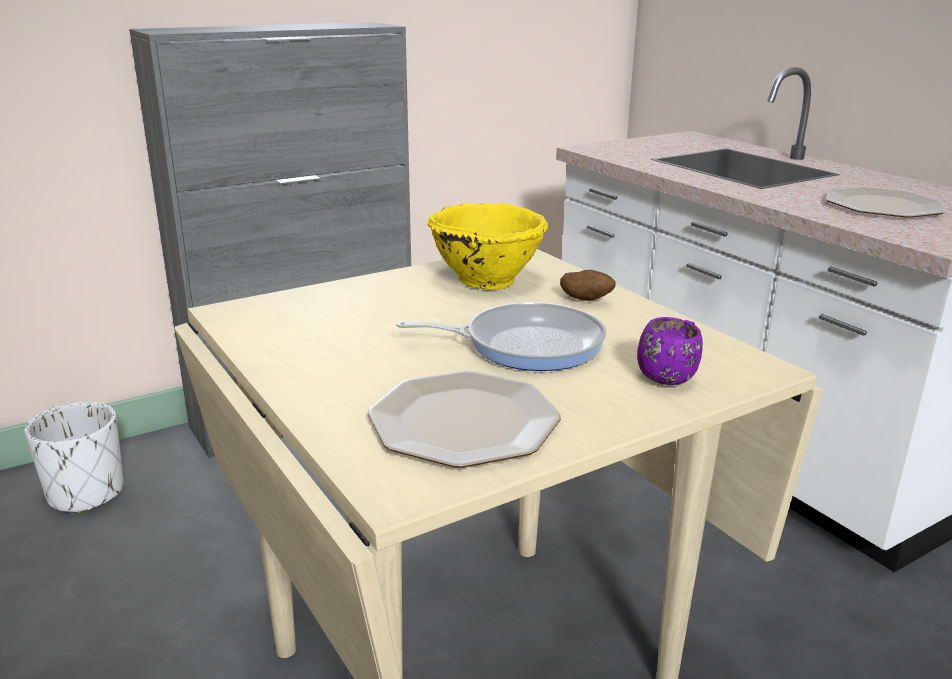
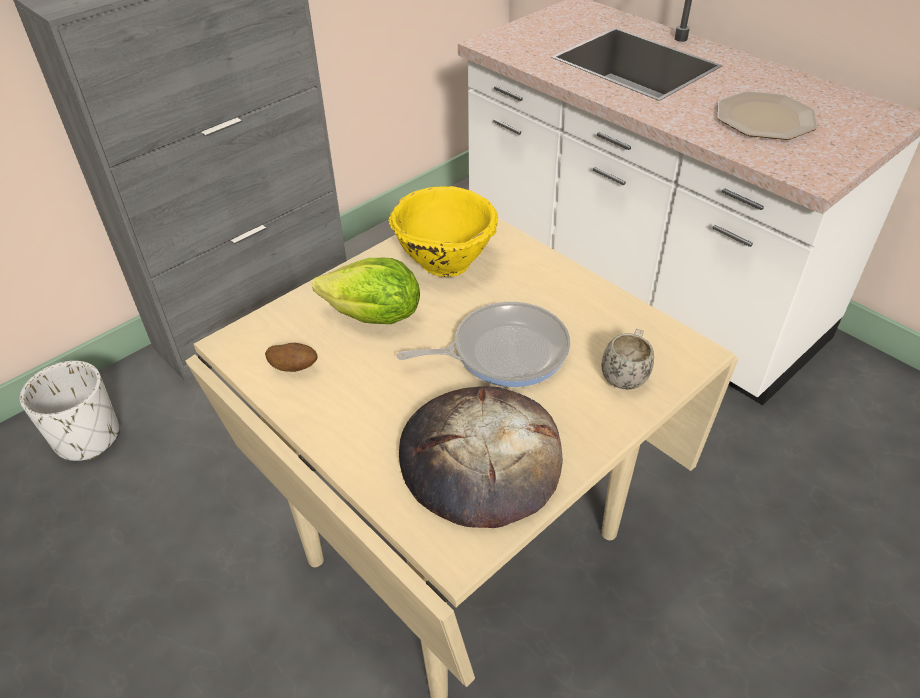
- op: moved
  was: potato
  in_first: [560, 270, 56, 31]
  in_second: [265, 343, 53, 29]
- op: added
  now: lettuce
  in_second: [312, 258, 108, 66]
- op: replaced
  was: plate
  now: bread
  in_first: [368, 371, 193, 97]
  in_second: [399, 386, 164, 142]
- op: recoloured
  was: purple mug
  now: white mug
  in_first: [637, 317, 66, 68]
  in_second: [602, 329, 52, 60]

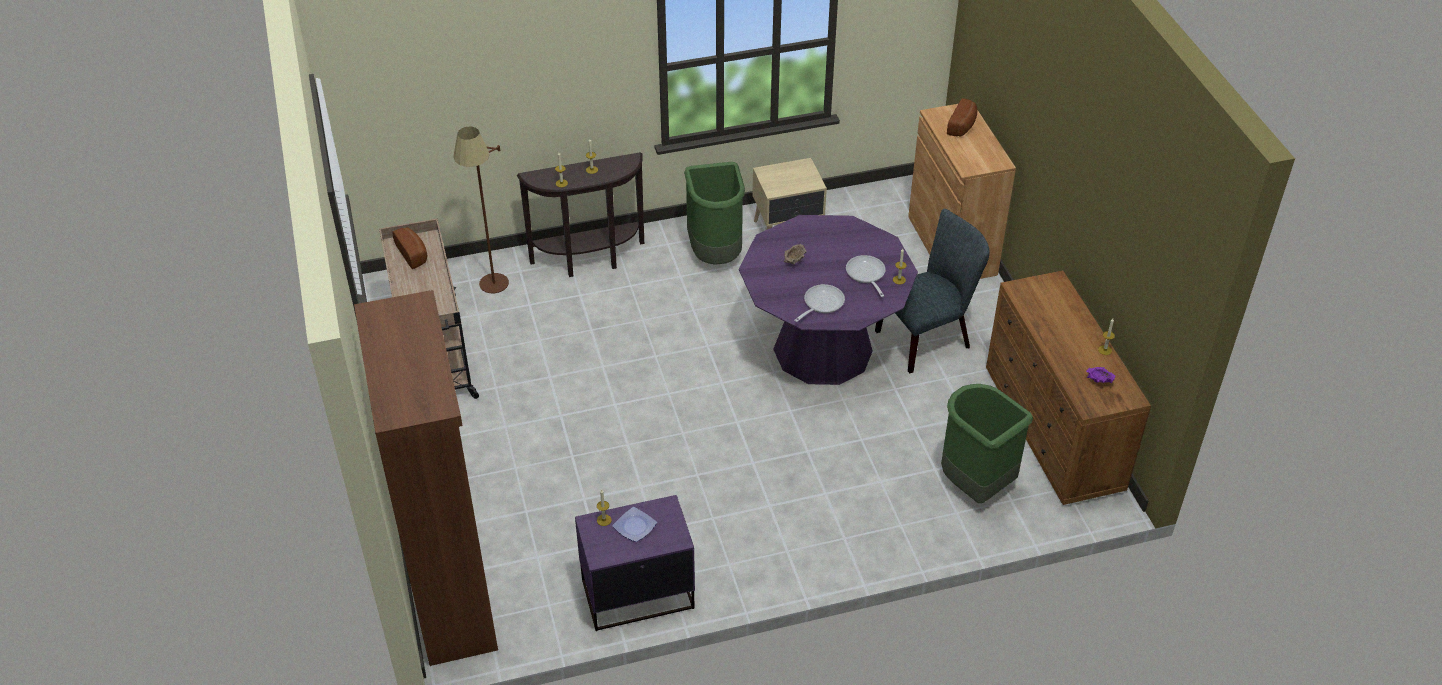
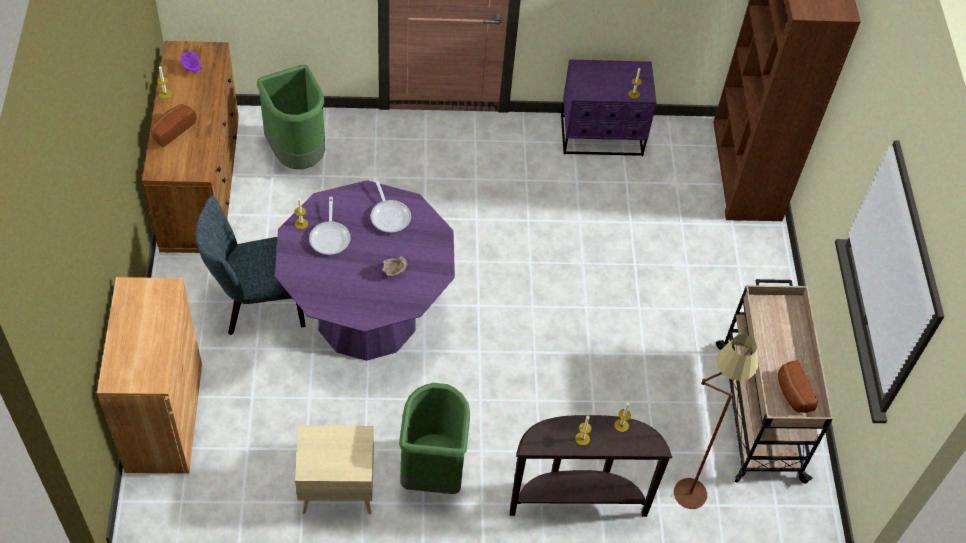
- op: moved
  was: bread
  in_first: [947, 98, 31, 38]
  in_second: [150, 104, 47, 43]
- op: turned
  was: frying pan
  in_first: [794, 284, 51, 38]
  in_second: [371, 178, 40, 55]
  clockwise: -75
- op: removed
  was: plate
  in_first: [612, 507, 45, 35]

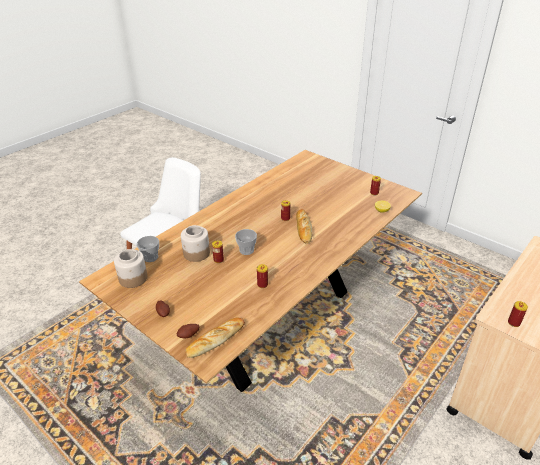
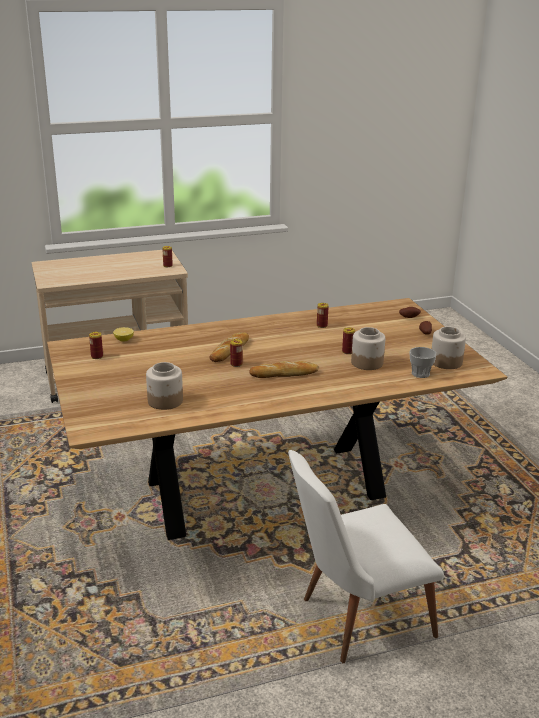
- op: added
  now: jar
  in_second: [146, 362, 37, 48]
- op: moved
  was: bread
  in_first: [185, 317, 60, 41]
  in_second: [249, 361, 70, 17]
- op: removed
  was: cup
  in_first: [235, 229, 22, 26]

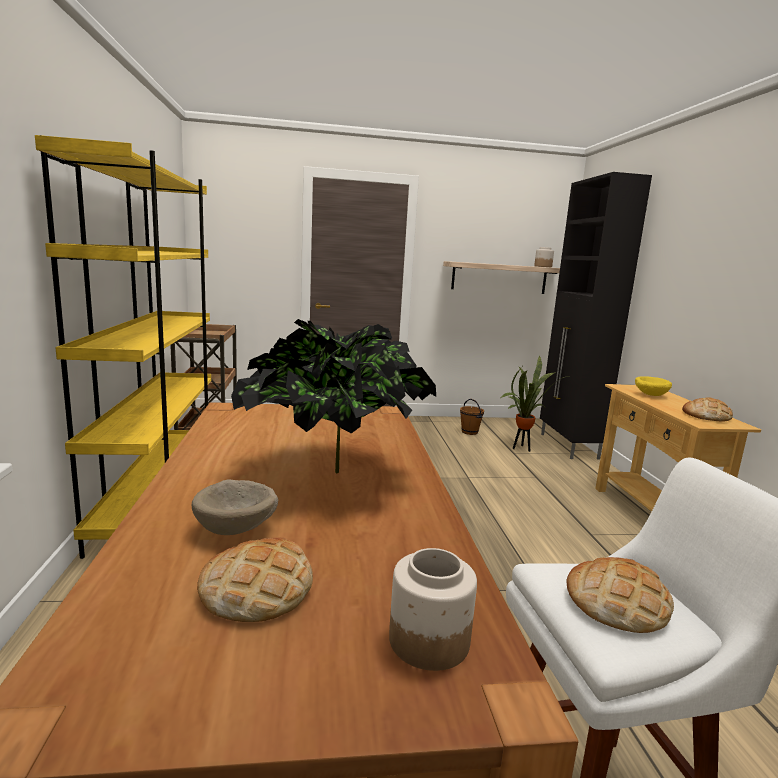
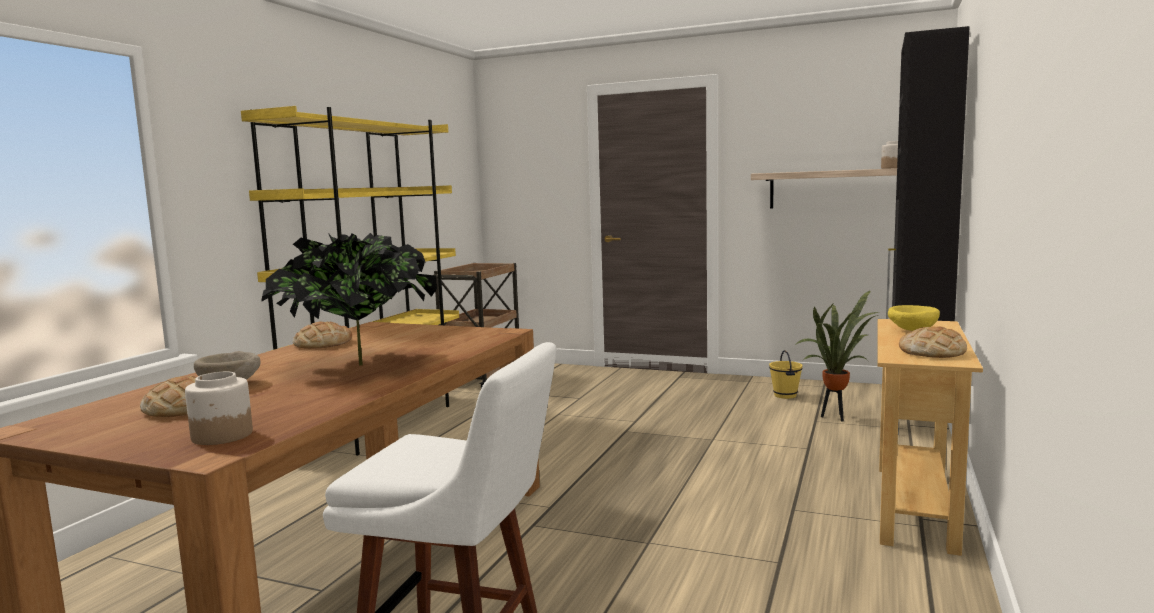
- op: moved
  was: bread
  in_first: [567, 557, 107, 76]
  in_second: [293, 322, 59, 27]
- op: recoloured
  was: brown bucket
  now: yellow bucket
  in_first: [460, 399, 24, 36]
  in_second: [769, 350, 34, 49]

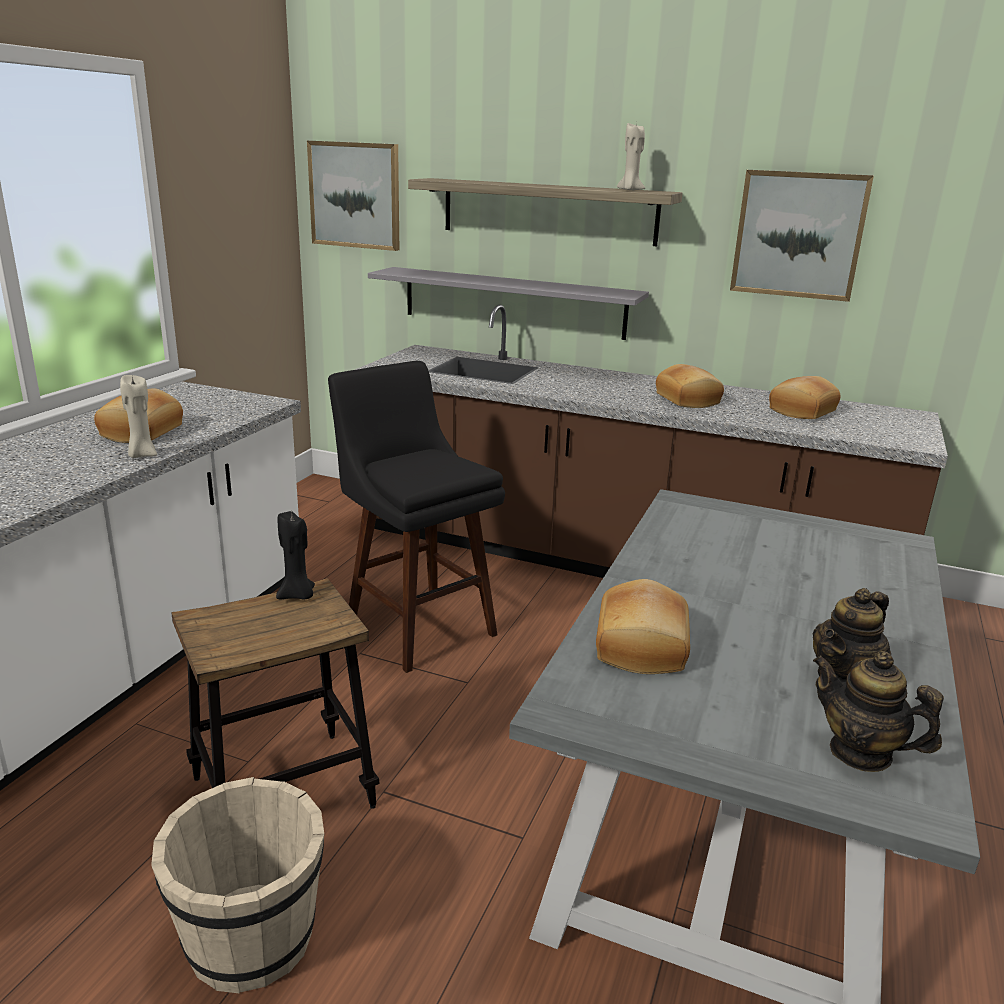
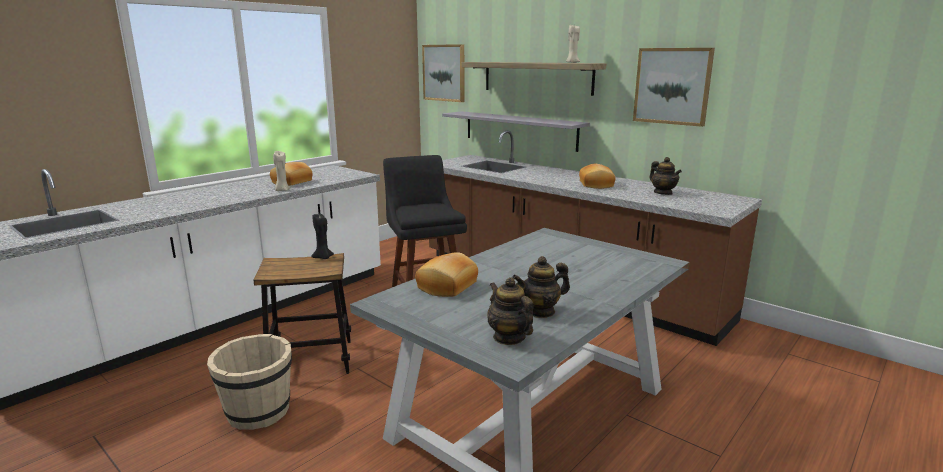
- op: replaced
  was: bread
  now: teapot
  in_first: [769, 376, 72, 43]
  in_second: [649, 157, 33, 38]

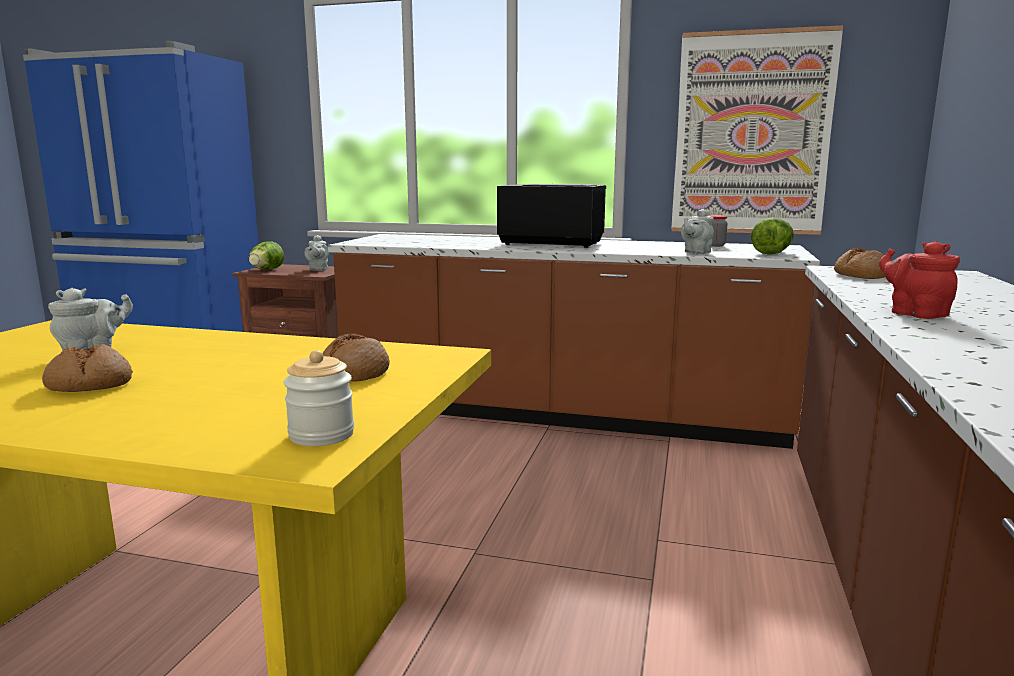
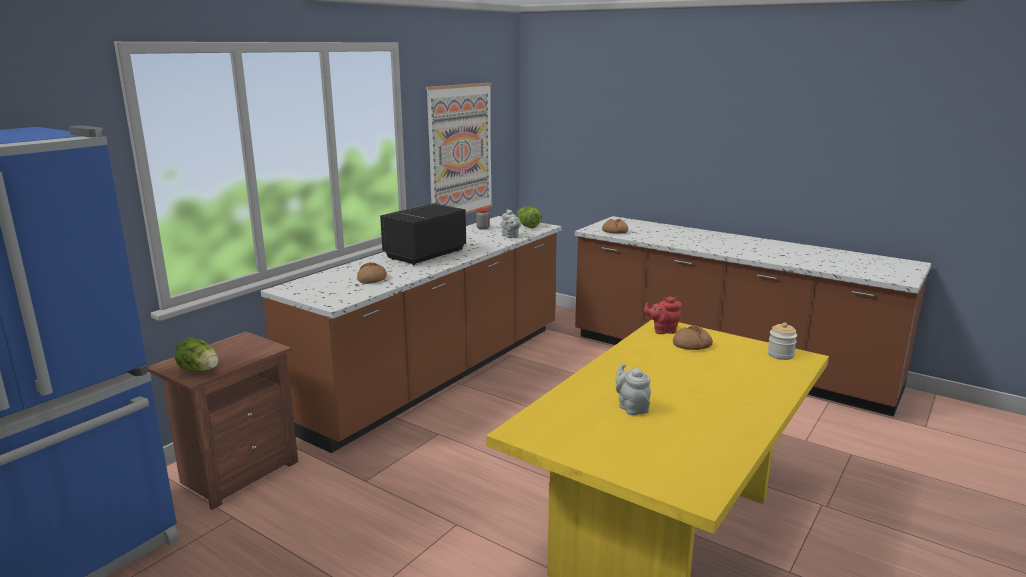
- op: moved
  was: bread
  in_first: [42, 344, 91, 48]
  in_second: [357, 262, 30, 22]
- op: moved
  was: red teapot
  in_first: [879, 241, 81, 78]
  in_second: [644, 296, 38, 38]
- op: removed
  was: grey teapot
  in_first: [304, 235, 25, 36]

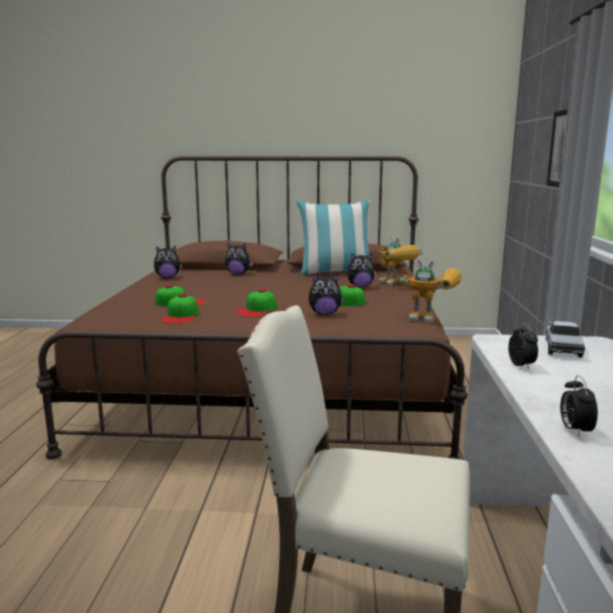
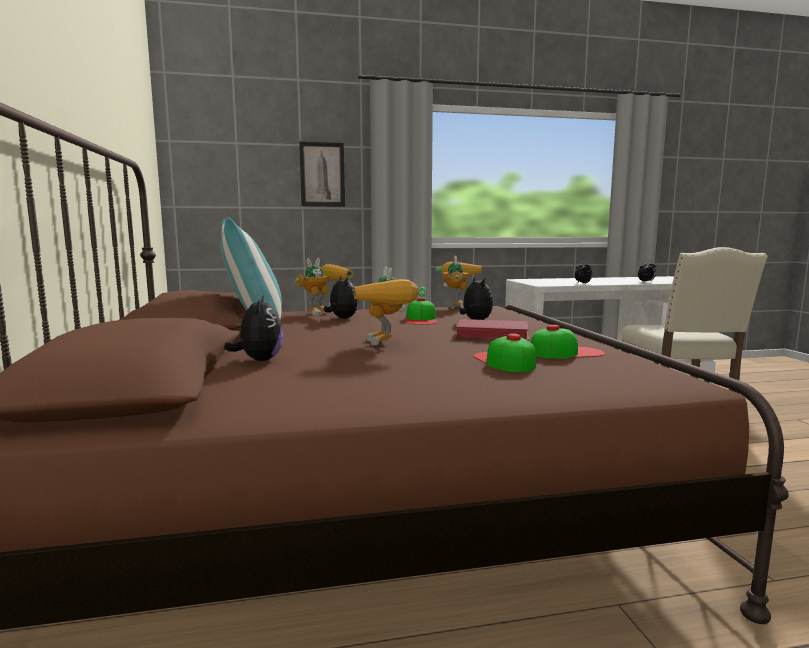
- op: added
  now: toy robot
  in_second: [354, 266, 73, 80]
- op: replaced
  was: cap
  now: red book
  in_first: [235, 289, 41, 28]
  in_second: [456, 319, 74, 22]
- op: removed
  was: plush toy
  in_first: [154, 245, 28, 33]
- op: removed
  was: toy truck
  in_first: [546, 321, 39, 37]

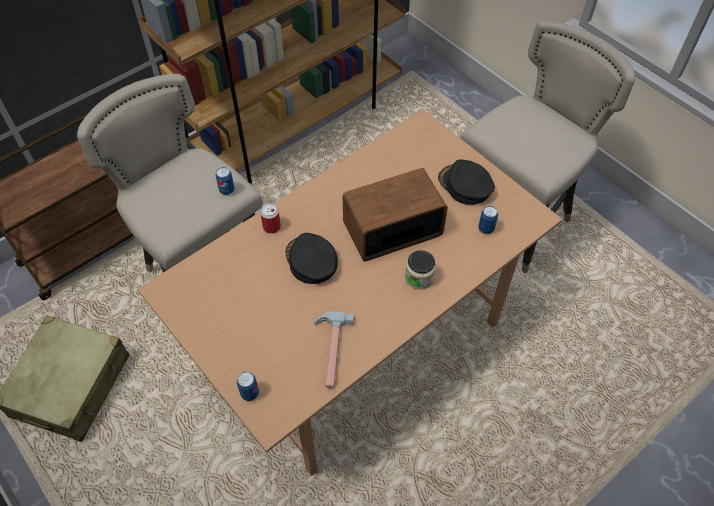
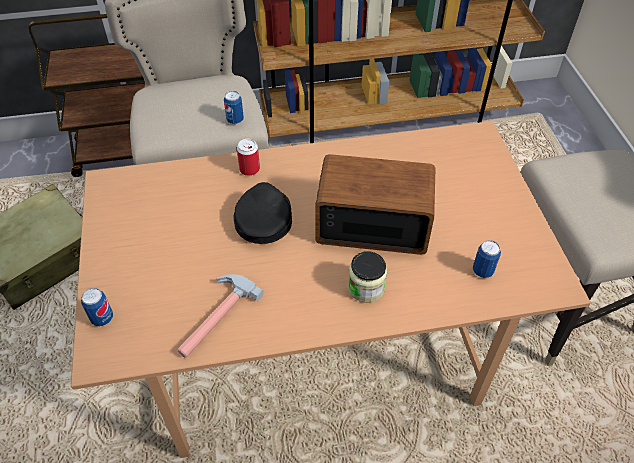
- op: removed
  was: black cap
  in_first: [438, 159, 57, 46]

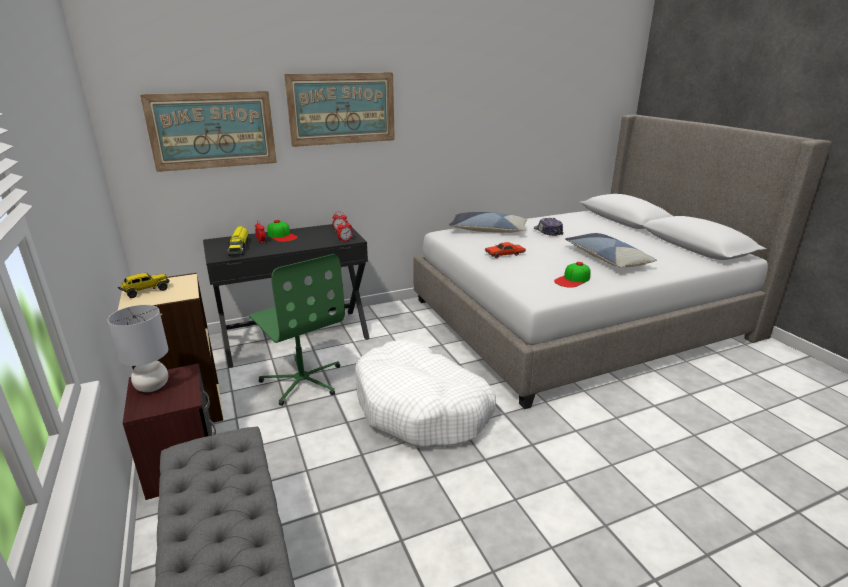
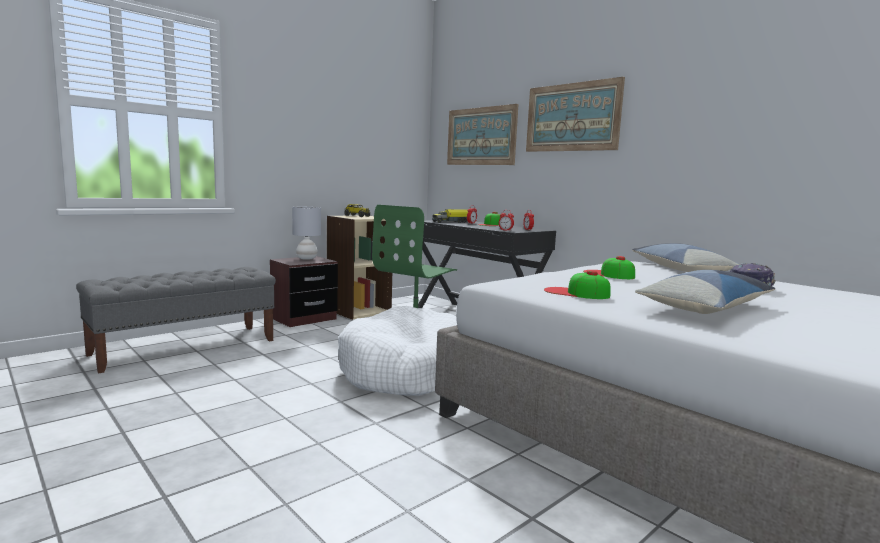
- op: replaced
  was: red toy car
  now: cap
  in_first: [485, 242, 41, 16]
  in_second: [583, 256, 52, 23]

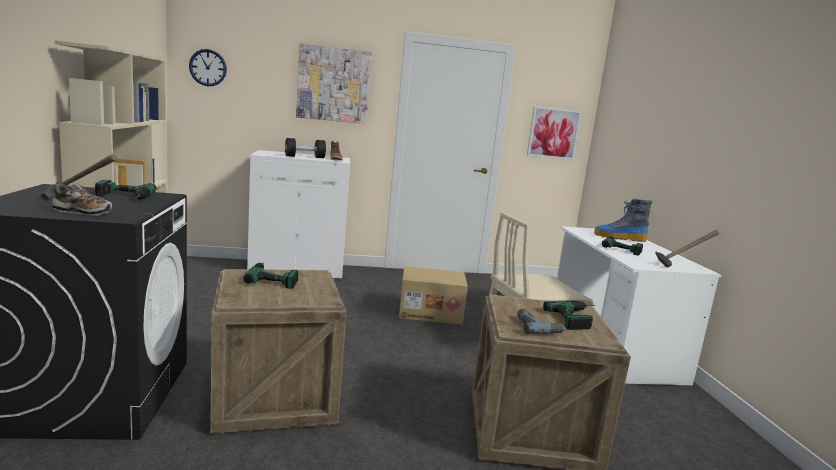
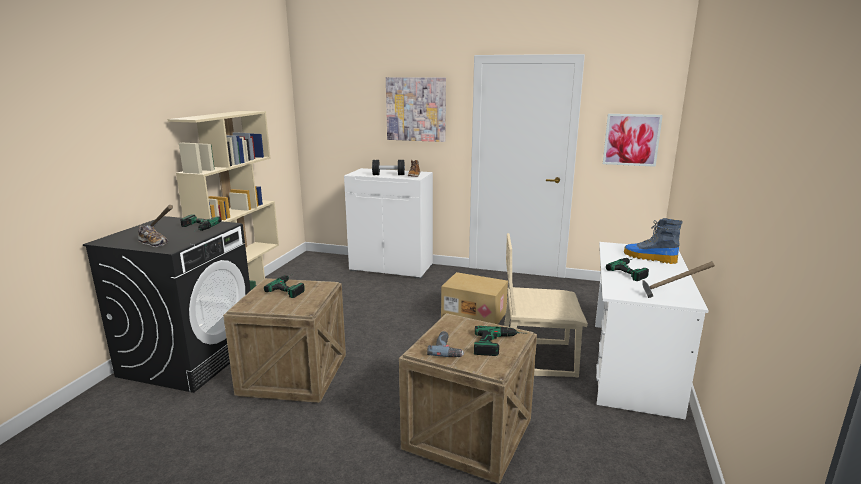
- op: removed
  was: wall clock
  in_first: [189, 49, 38, 37]

